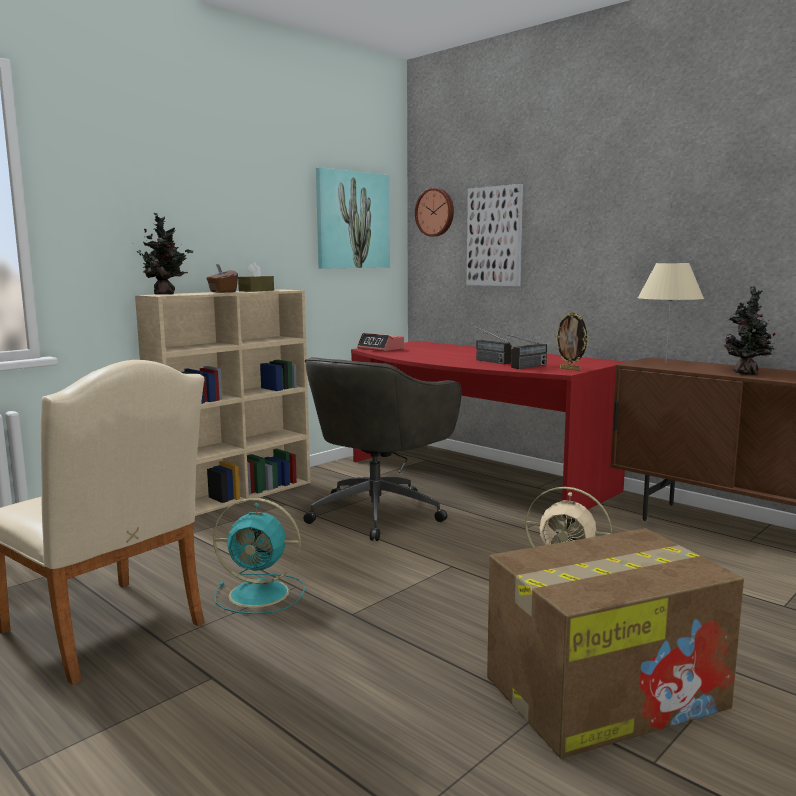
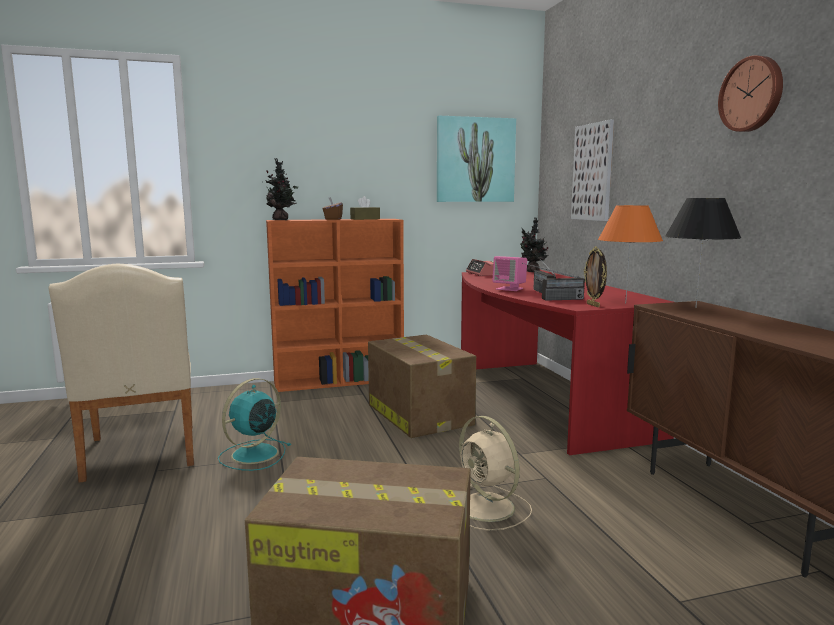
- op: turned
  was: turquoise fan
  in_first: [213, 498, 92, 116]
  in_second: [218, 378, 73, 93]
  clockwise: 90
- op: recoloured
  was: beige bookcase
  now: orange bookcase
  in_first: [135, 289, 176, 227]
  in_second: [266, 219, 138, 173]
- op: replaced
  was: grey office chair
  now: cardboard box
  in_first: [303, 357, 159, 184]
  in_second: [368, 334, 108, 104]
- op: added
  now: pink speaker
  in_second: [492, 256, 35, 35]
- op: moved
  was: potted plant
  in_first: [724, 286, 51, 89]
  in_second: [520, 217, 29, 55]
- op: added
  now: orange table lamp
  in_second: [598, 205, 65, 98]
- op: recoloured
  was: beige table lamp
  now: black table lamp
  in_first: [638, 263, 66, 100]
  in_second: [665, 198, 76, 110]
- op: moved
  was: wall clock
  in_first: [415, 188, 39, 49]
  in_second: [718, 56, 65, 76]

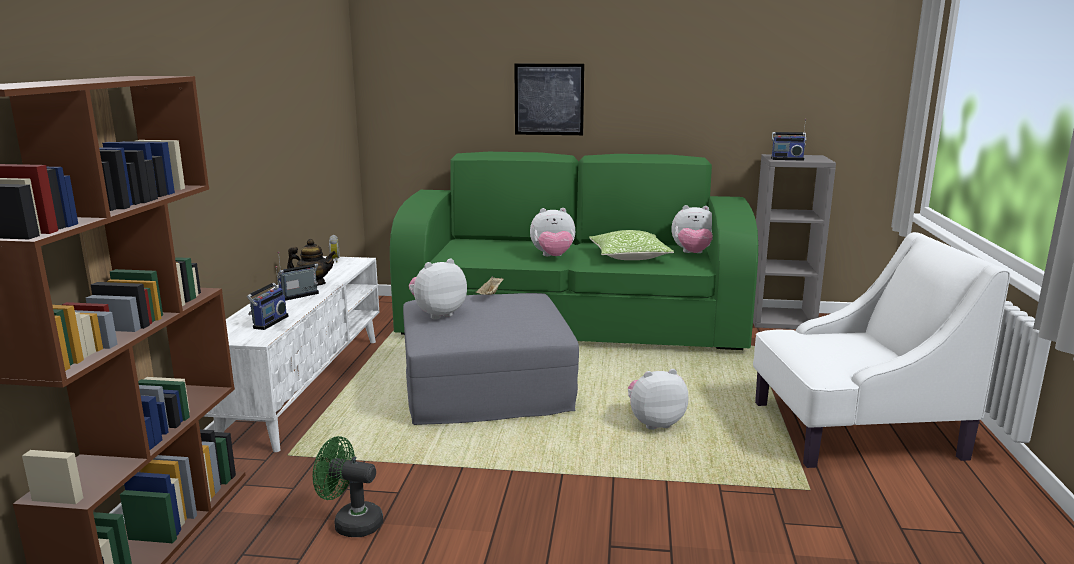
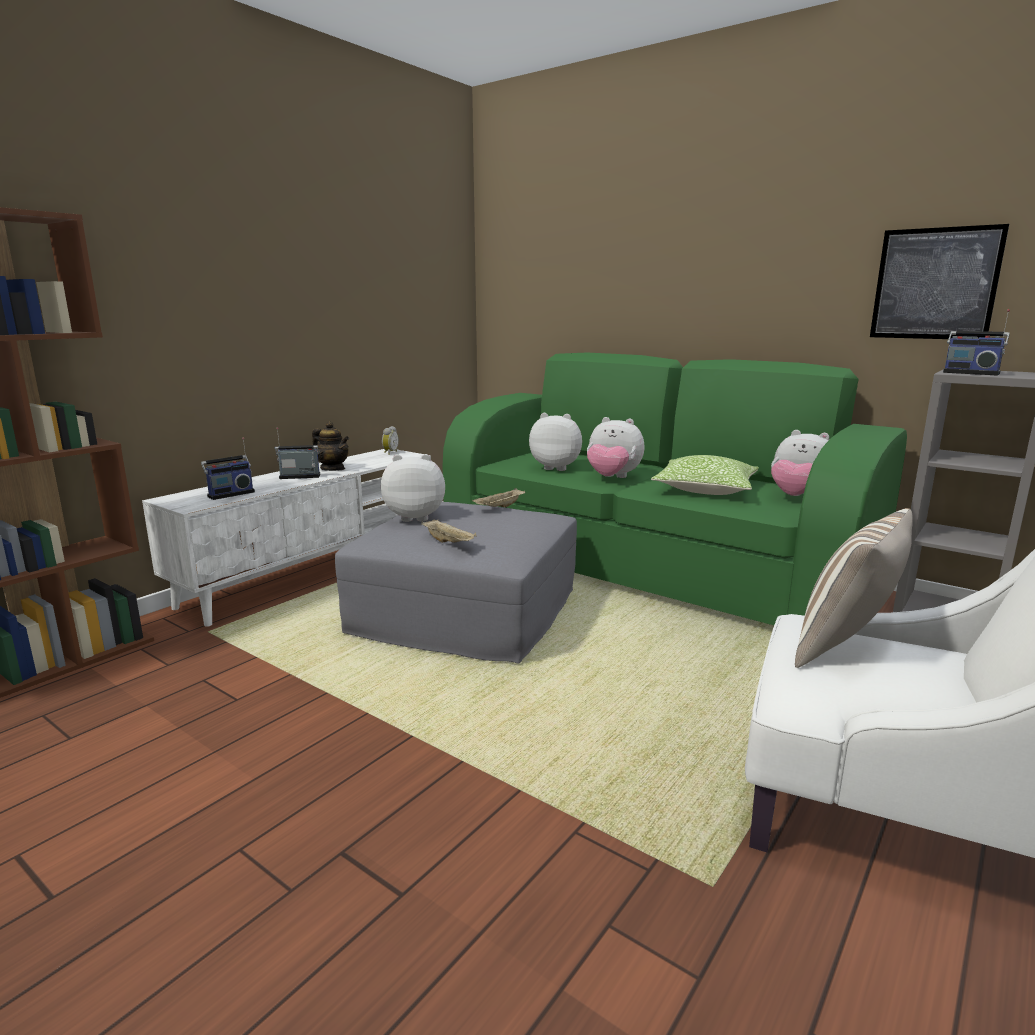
- op: added
  now: beige tray
  in_second: [421, 519, 56, 24]
- op: moved
  was: plush toy
  in_first: [628, 369, 60, 61]
  in_second: [529, 413, 53, 58]
- op: added
  now: pillow
  in_second: [795, 508, 118, 160]
- op: moved
  was: picture
  in_first: [514, 64, 70, 71]
  in_second: [870, 224, 139, 115]
- op: removed
  was: green fan
  in_first: [313, 436, 70, 101]

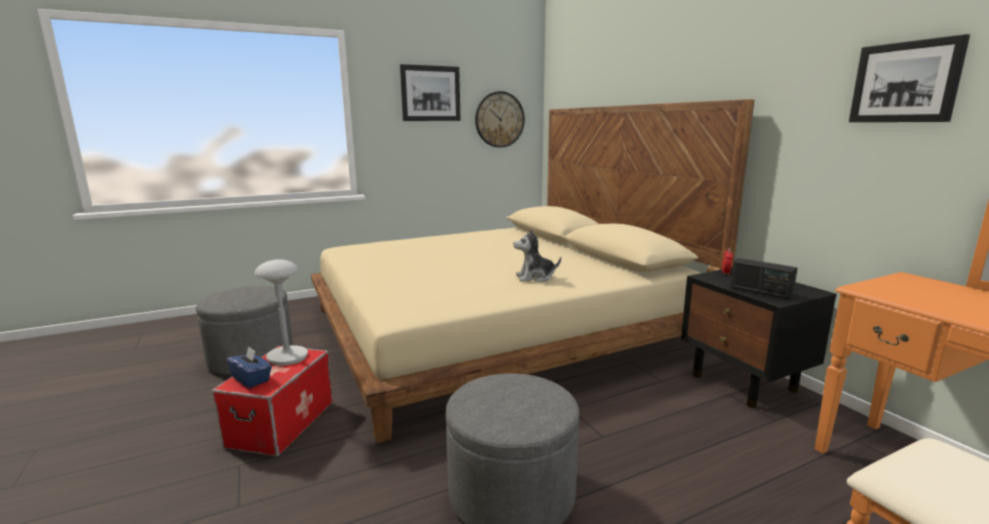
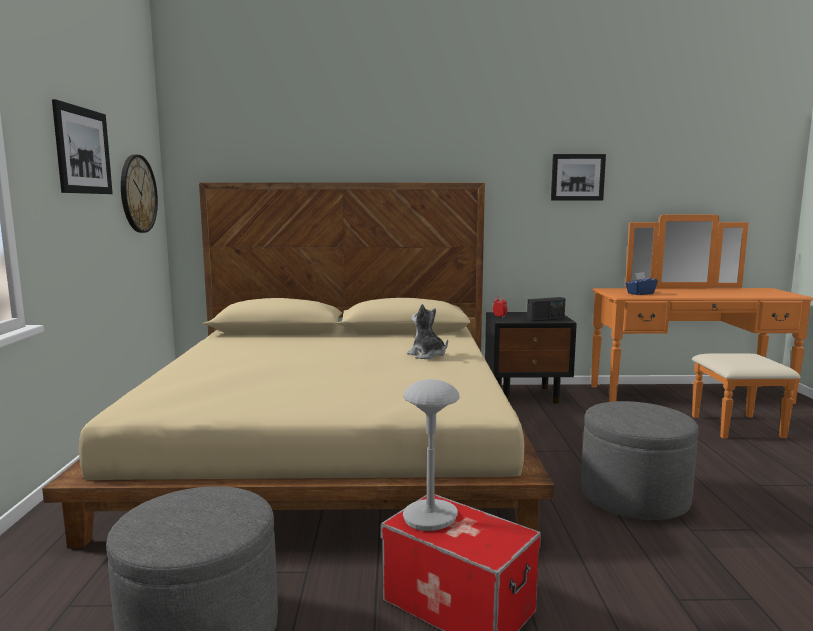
- op: turned
  was: plush toy
  in_first: [513, 229, 48, 53]
  in_second: [407, 304, 41, 55]
  clockwise: 120
- op: moved
  was: blue tissue box
  in_first: [227, 346, 45, 42]
  in_second: [625, 272, 33, 23]

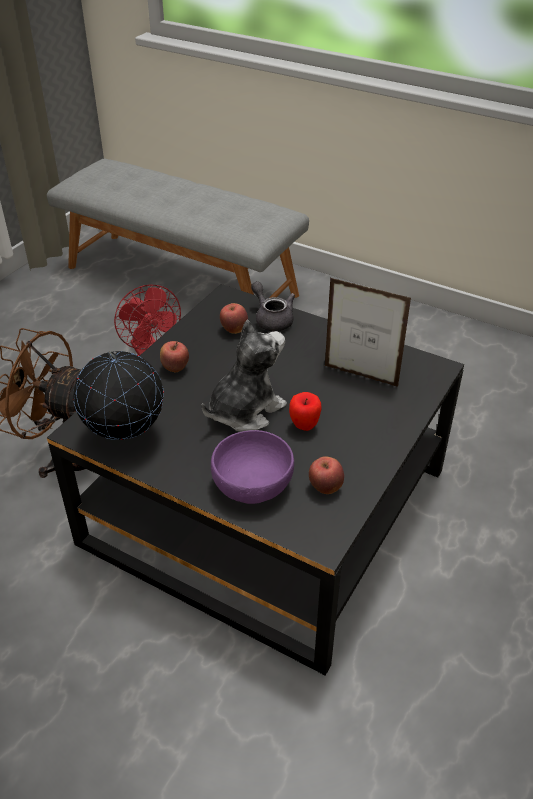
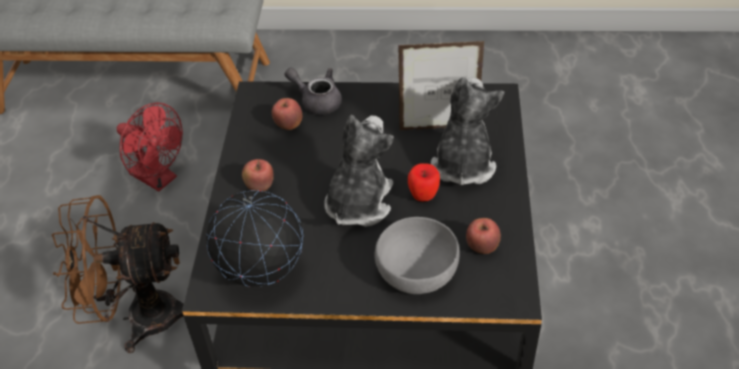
- op: recoloured
  was: purple bowl
  now: grey bowl
  in_first: [211, 430, 83, 74]
  in_second: [375, 217, 85, 77]
- op: added
  now: plush toy
  in_second: [431, 77, 73, 108]

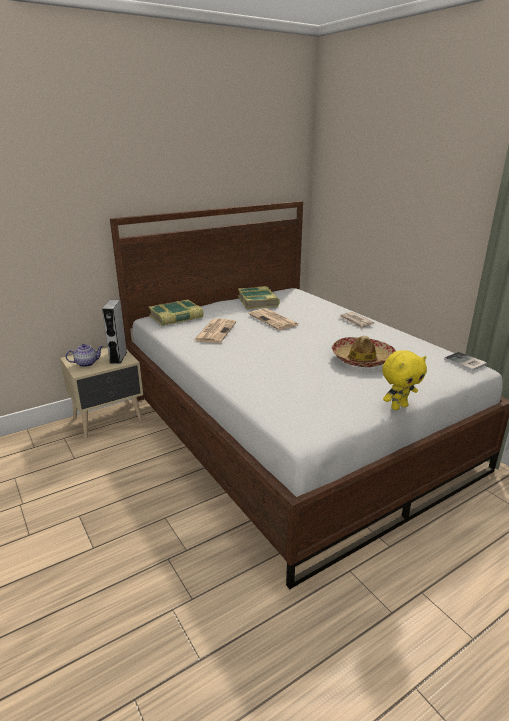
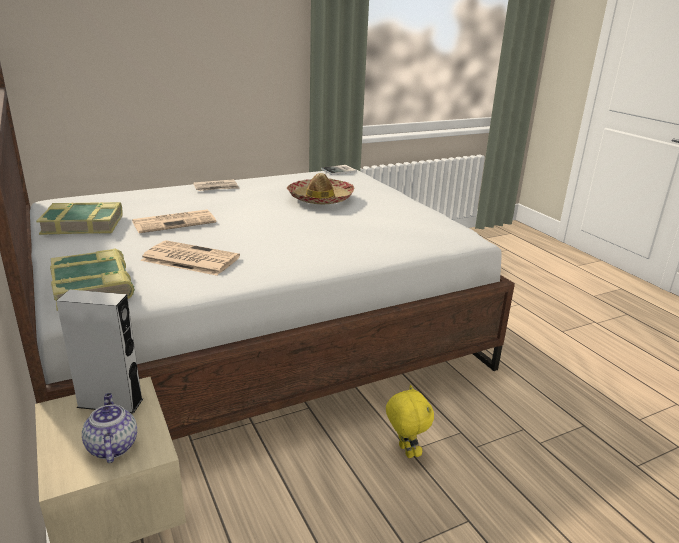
- op: moved
  was: yellow plush toy
  in_first: [382, 350, 45, 60]
  in_second: [386, 385, 48, 73]

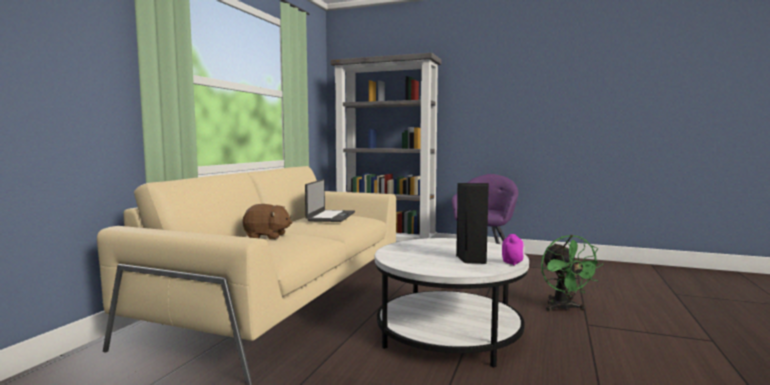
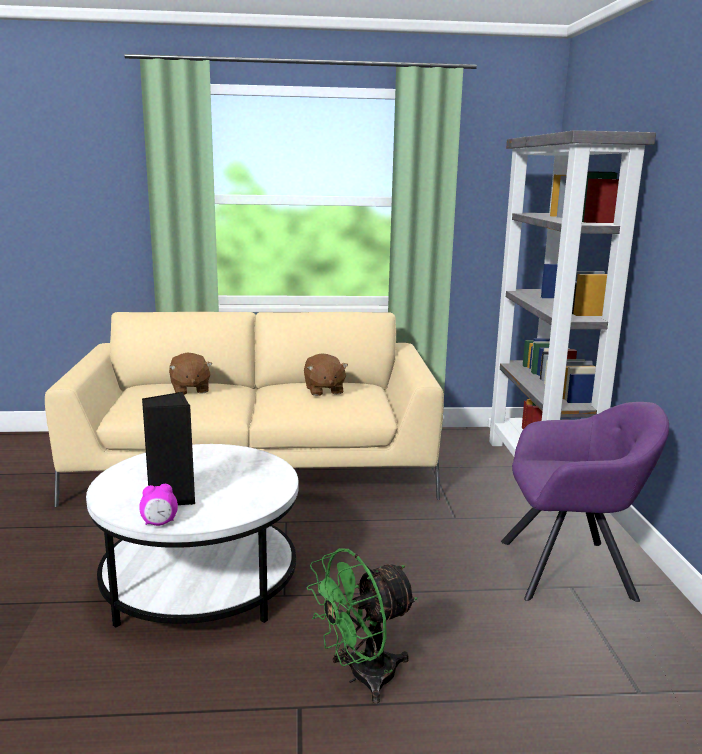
- op: replaced
  was: laptop
  now: brown plush toy
  in_first: [305, 179, 50, 43]
  in_second: [304, 353, 44, 43]

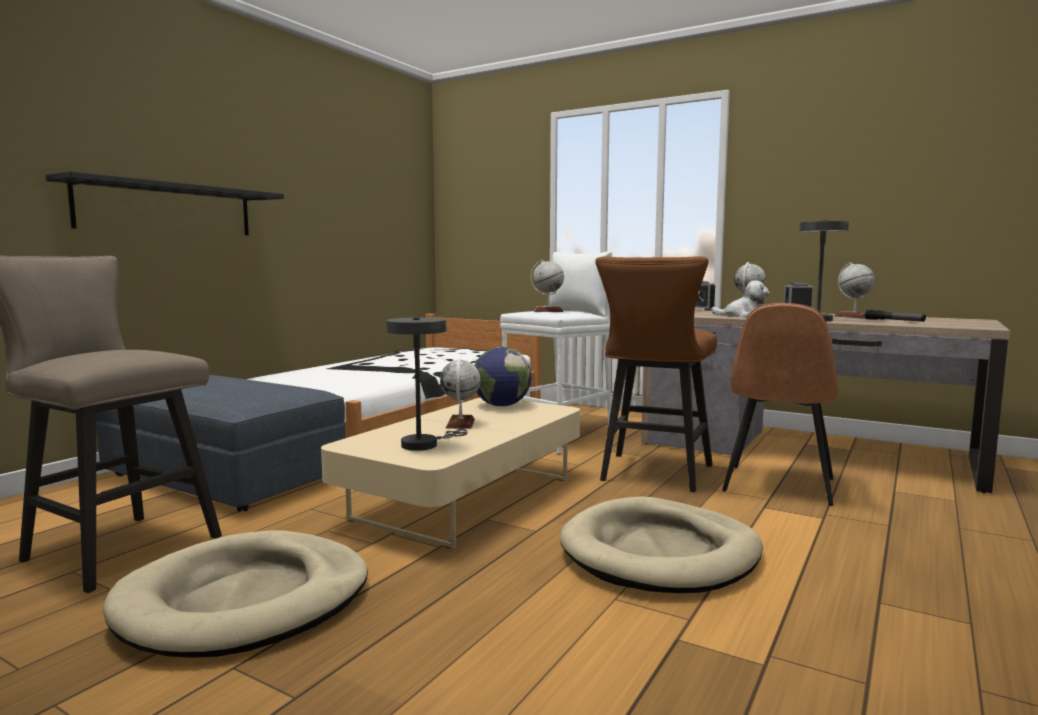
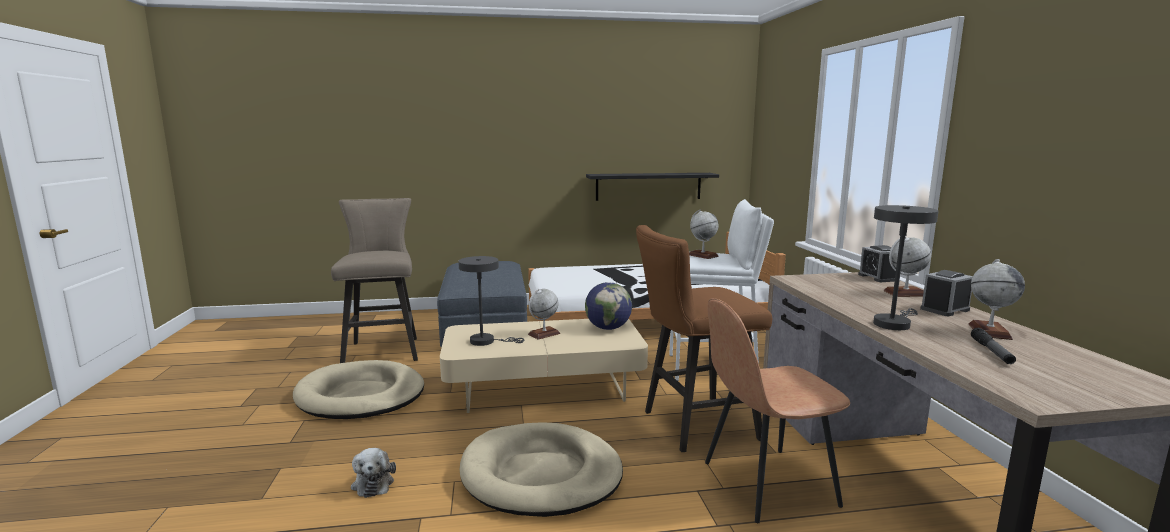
- op: moved
  was: plush toy
  in_first: [711, 280, 59, 38]
  in_second: [351, 448, 45, 50]
- op: moved
  was: black shelf
  in_first: [45, 171, 239, 64]
  in_second: [586, 173, 133, 28]

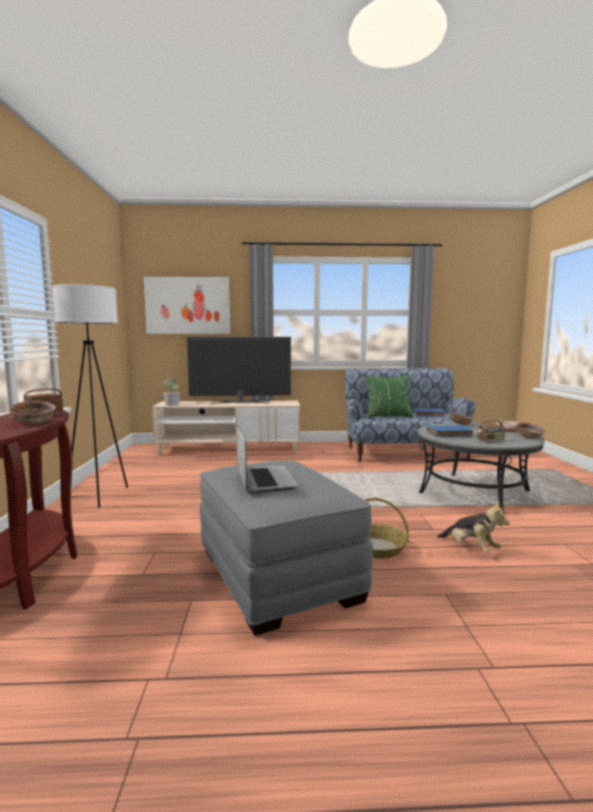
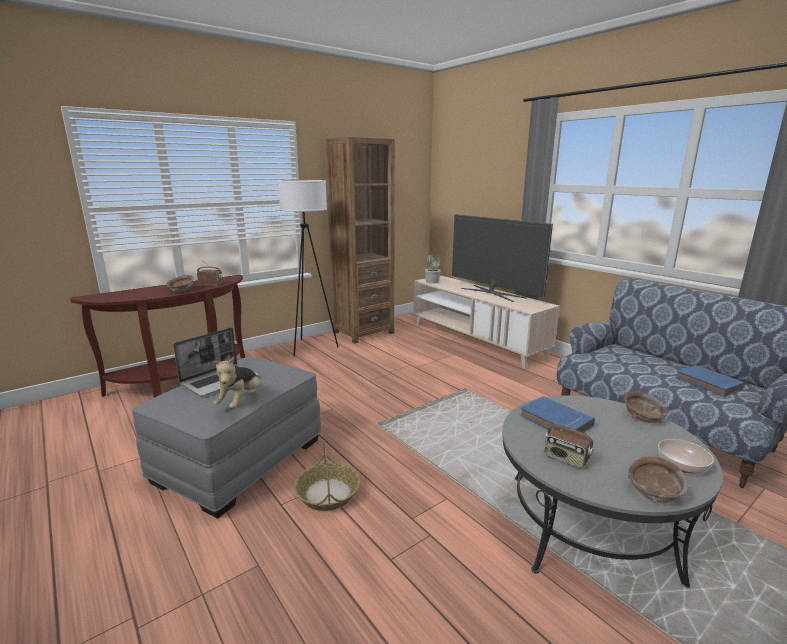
- op: moved
  was: plush toy
  in_first: [437, 502, 73, 51]
  in_second: [213, 357, 48, 52]
- op: added
  now: brown bookcase
  in_second: [324, 137, 71, 207]
- op: removed
  was: picture
  in_first: [144, 277, 86, 57]
- op: removed
  was: green pillow
  in_first: [365, 375, 49, 43]

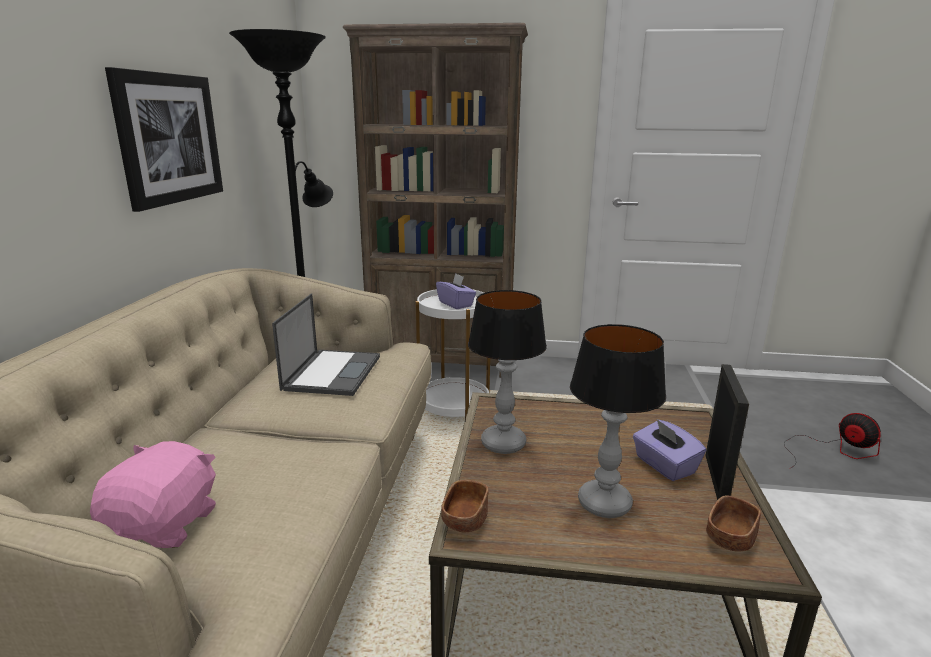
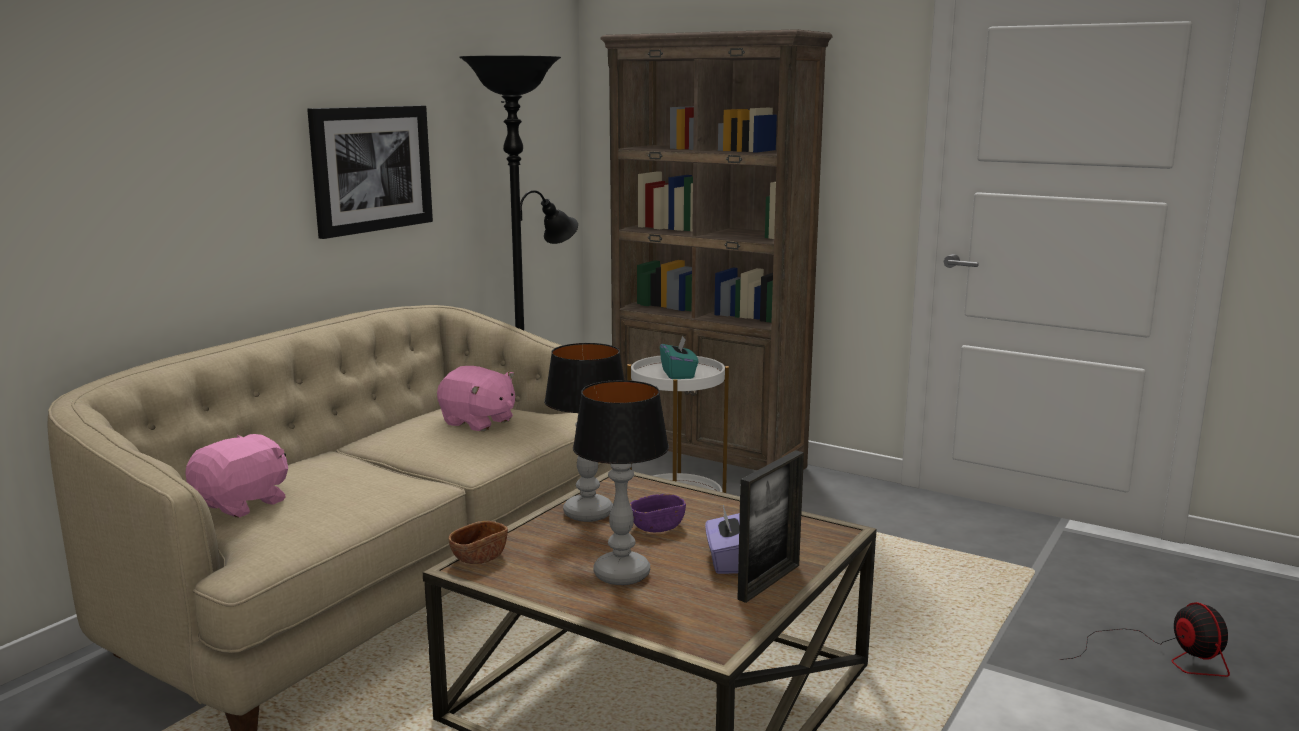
- op: replaced
  was: laptop
  now: pink plush toy
  in_first: [272, 294, 108, 102]
  in_second: [437, 366, 78, 65]
- op: added
  now: purple bowl
  in_second: [630, 494, 56, 38]
- op: recoloured
  was: purple tissue box
  now: turquoise tissue box
  in_first: [436, 273, 40, 36]
  in_second: [660, 336, 39, 43]
- op: removed
  was: brown bowl
  in_first: [706, 495, 55, 56]

